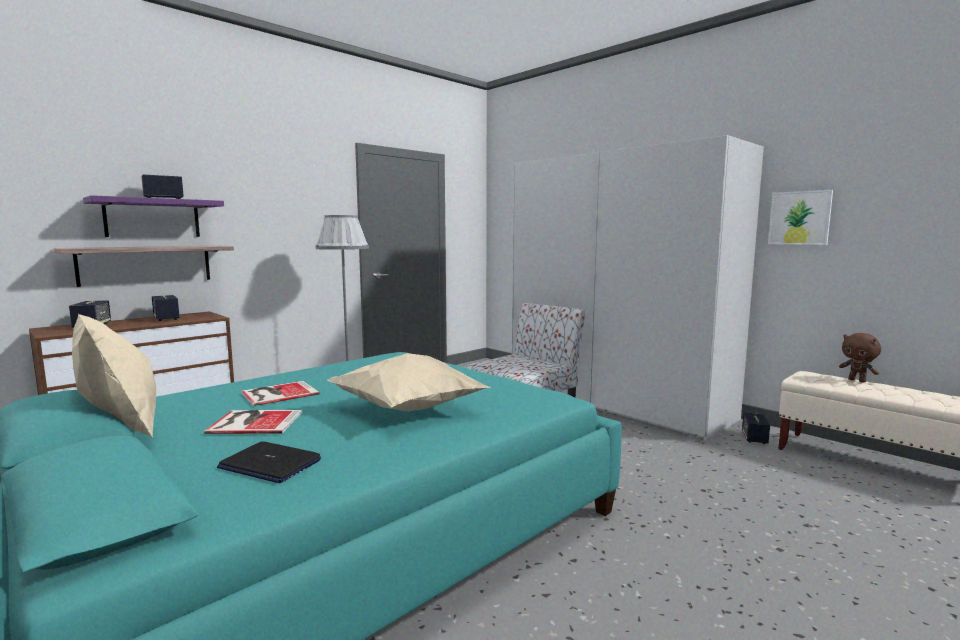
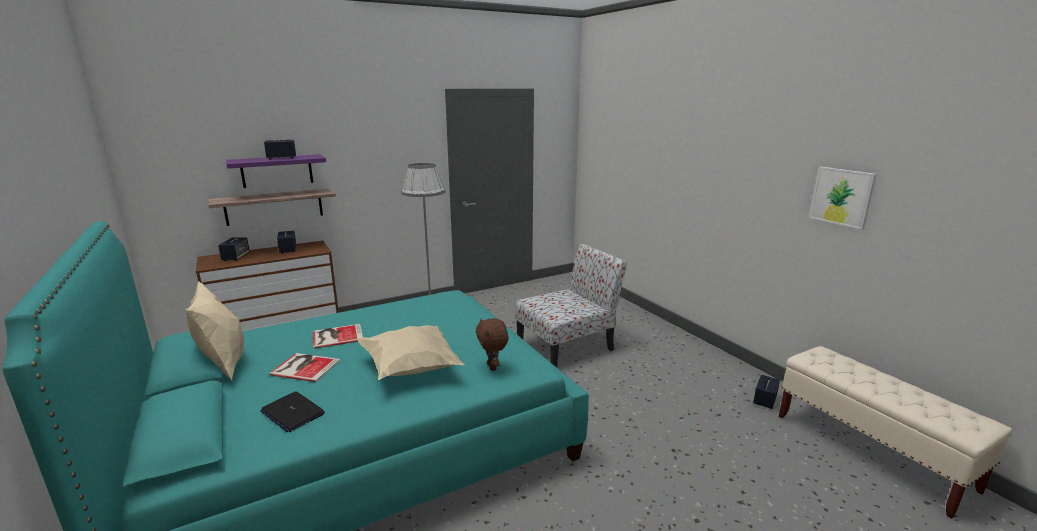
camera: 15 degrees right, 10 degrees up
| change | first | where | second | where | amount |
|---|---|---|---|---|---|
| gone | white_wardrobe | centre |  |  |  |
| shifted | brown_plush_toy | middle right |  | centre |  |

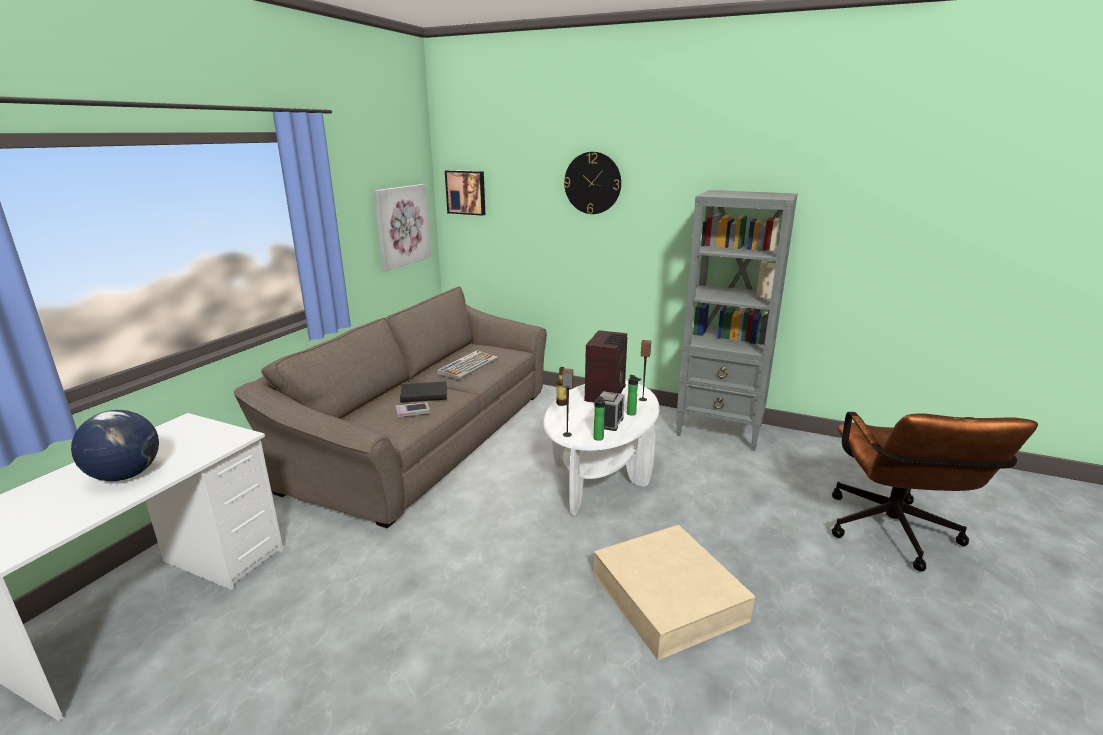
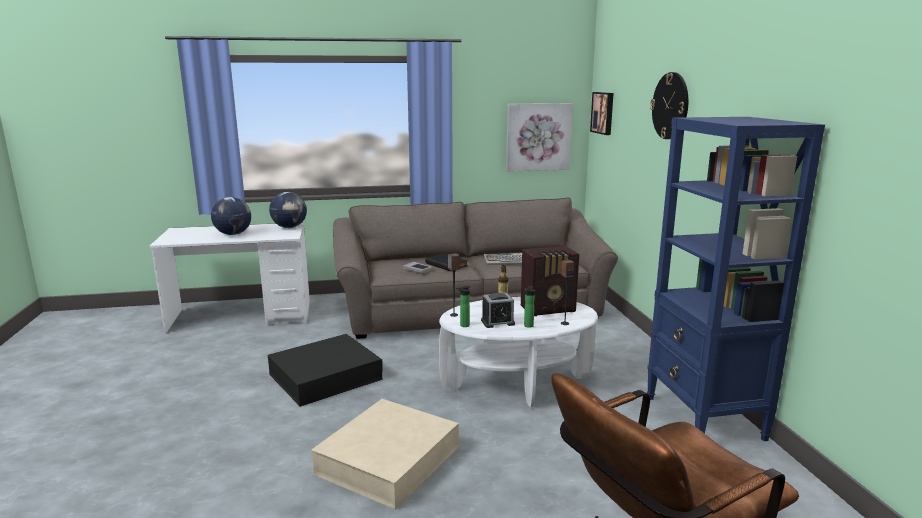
camera: 55 degrees right, 5 degrees down
| change | first | where | second | where | amount |
|---|---|---|---|---|---|
| repainted | grey_bookcase | middle right | blue_bookcase | middle right |  |
| new |  |  | black_storage_box | bottom centre |  |
| new |  |  | globe (no. 2 from left) | middle left |  |

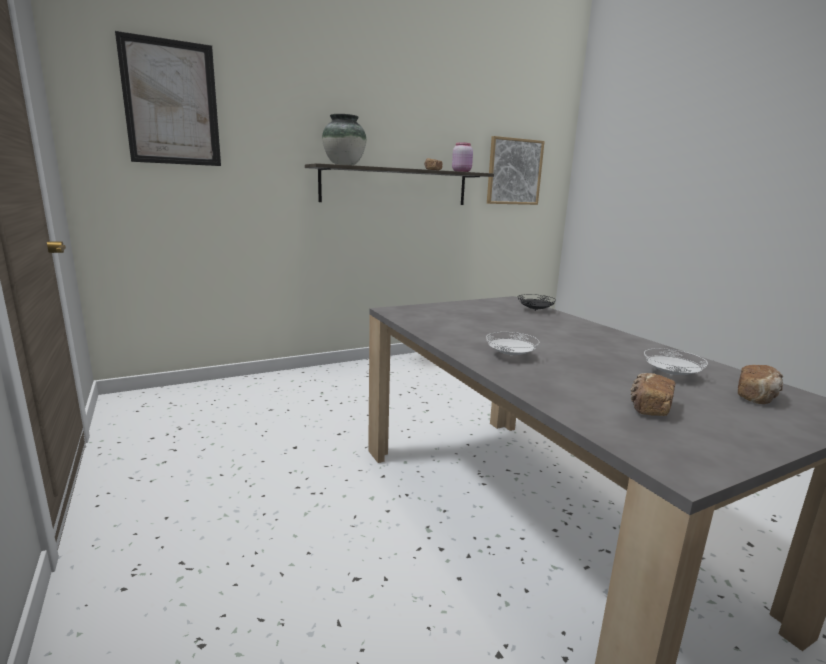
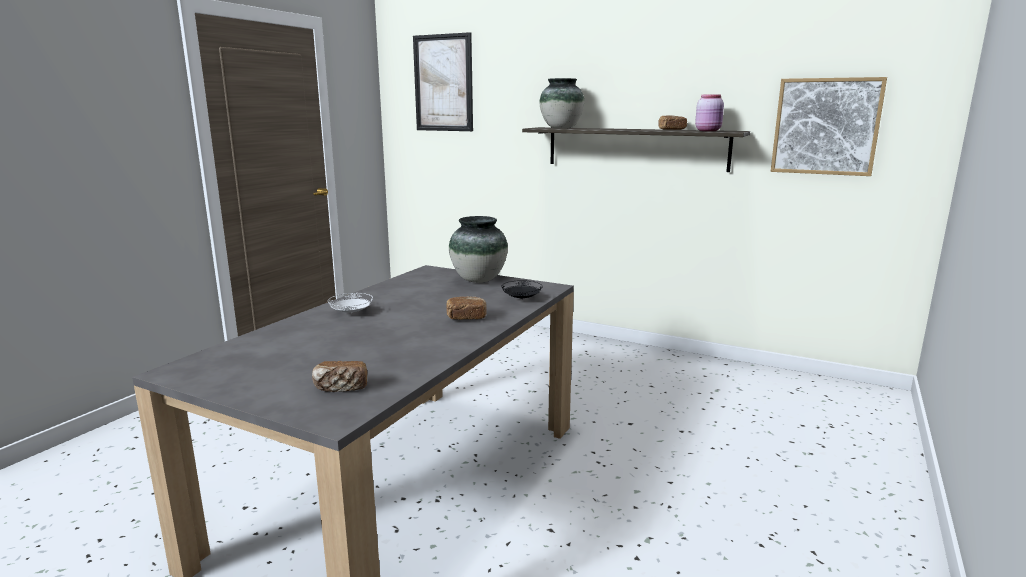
camera: 55 degrees right, 0 degrees up
| change | first | where | second | where | amount |
|---|---|---|---|---|---|
| shifted | bread (no. 2 from left) | middle right |  | centre |  |
| gone | white_plate (no. 2 from left) | middle right |  |  |  |
| new |  |  | vase (no. 1 from left) | centre |  |

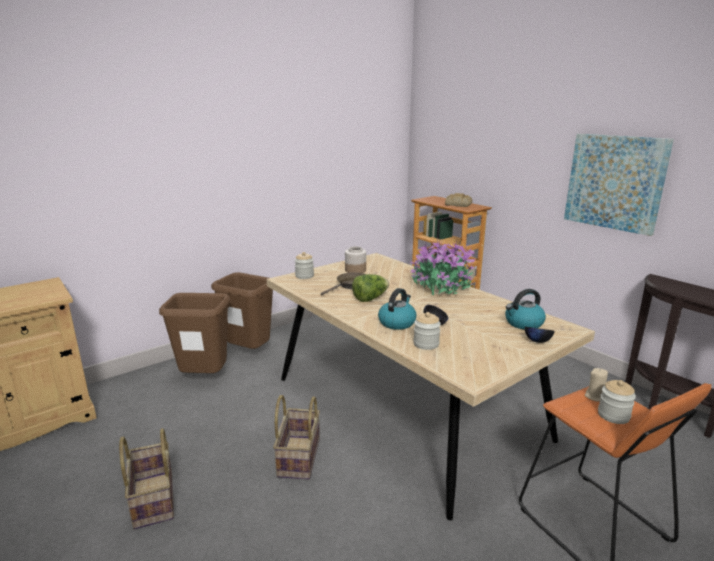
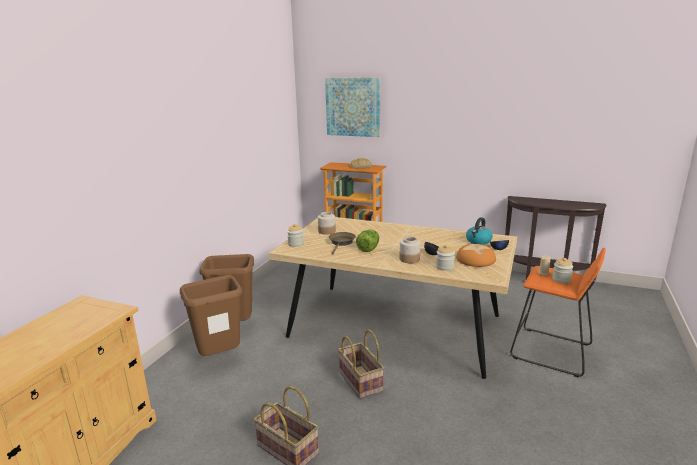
camera: 30 degrees left, 0 degrees up
| change | first | where | second | where | amount |
|---|---|---|---|---|---|
| swapped | kettle (no. 1 from left) | centre | jar (no. 3 from left) | centre |  |
| gone | potted_plant | centre |  |  |  |
| shifted | picture | top right |  | top centre |  |
| new |  |  | bread (no. 2 from left) | middle right |  |

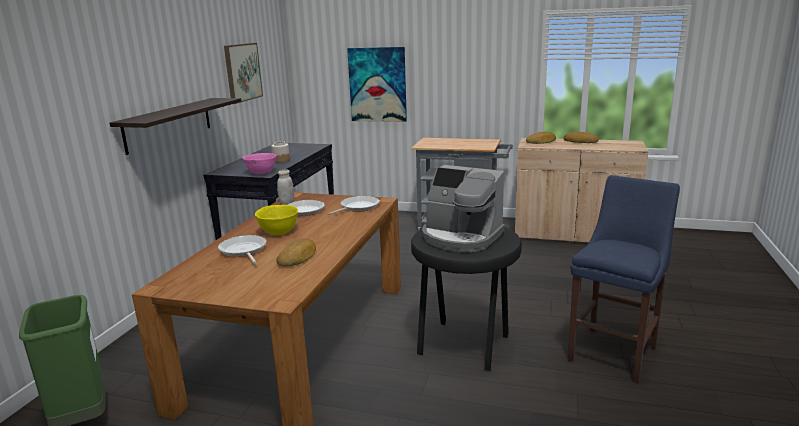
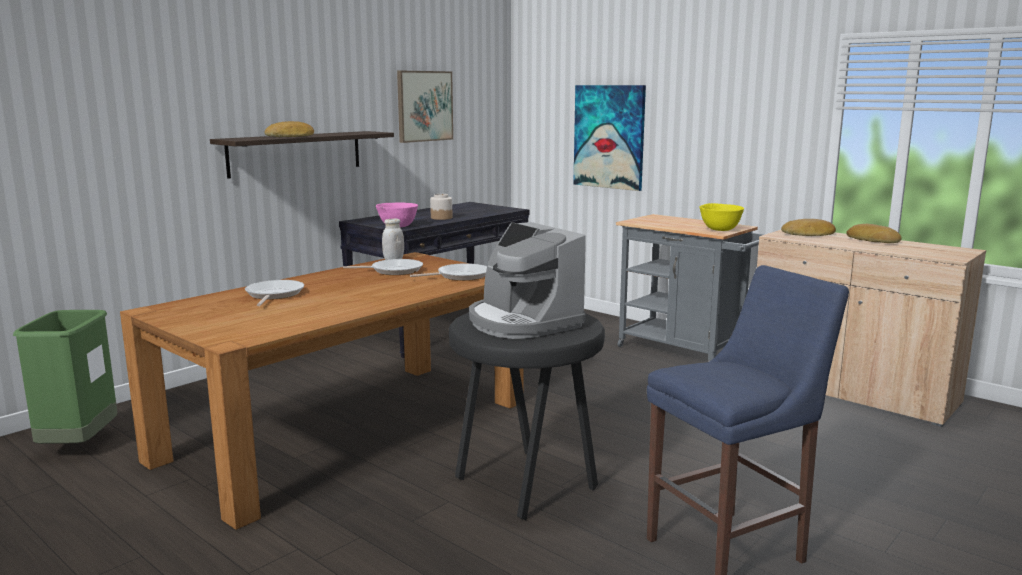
camera: 25 degrees right, 5 degrees down
| change | first | where | second | where | amount |
|---|---|---|---|---|---|
| shifted | yellow_bowl | centre |  | middle right |  |
| shifted | bread (no. 1 from left) | centre |  | top left |  |

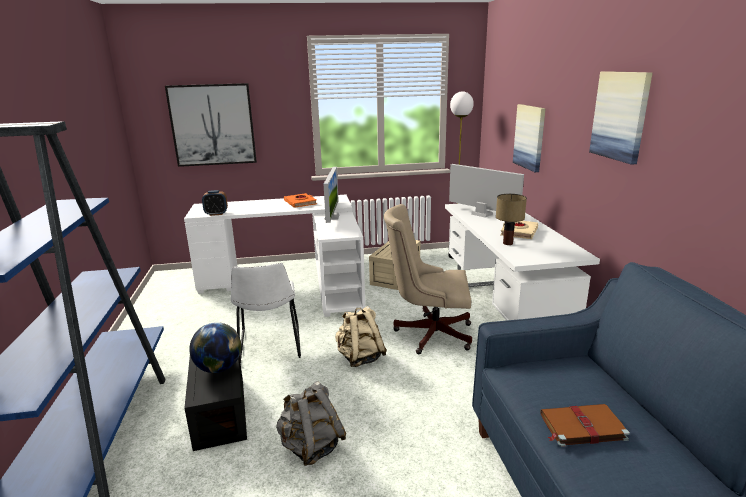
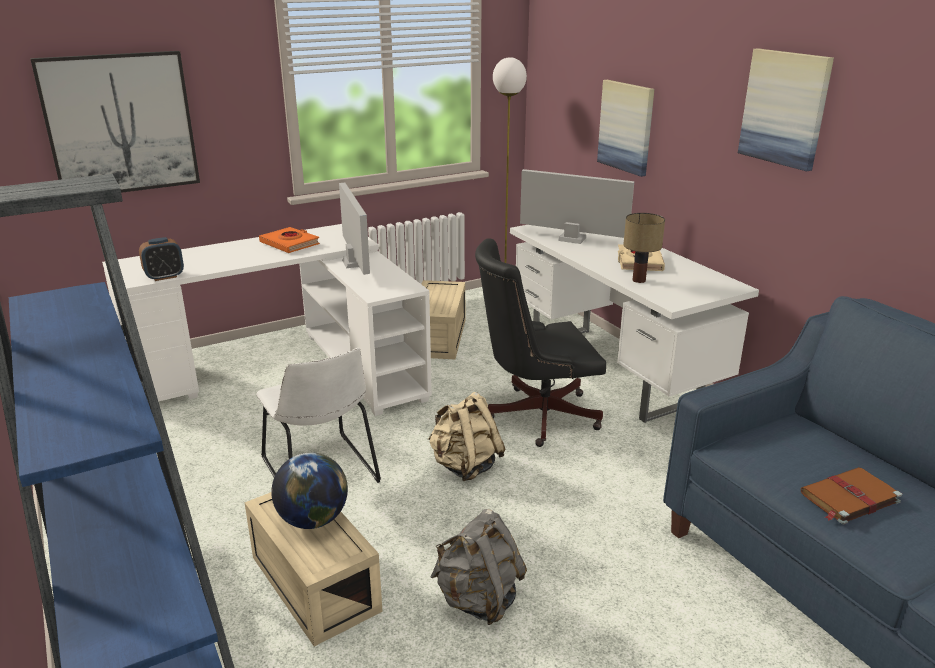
camera: 20 degrees left, 5 degrees up
| change | first | where | second | where | amount |
|---|---|---|---|---|---|
| repainted | black_storage_box | bottom left | beige_storage_box (no. 1 from left) | bottom centre |  |
| repainted | beige_office_chair | centre | black_office_chair | centre |  |

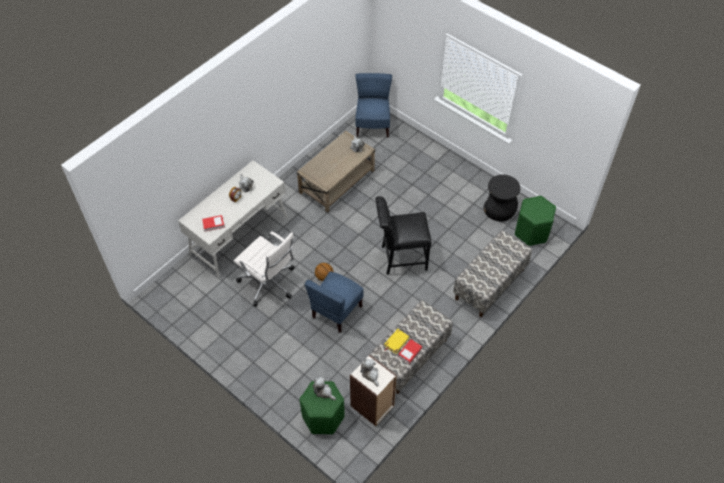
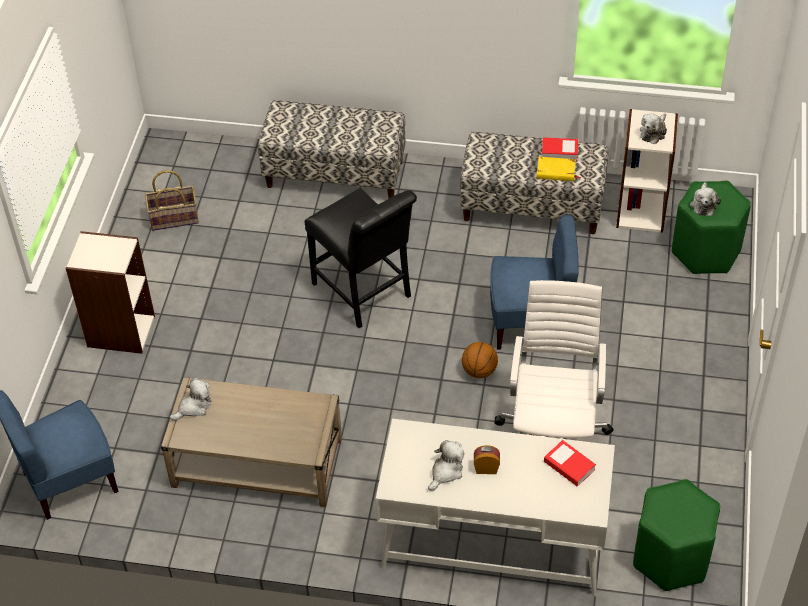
camera: 120 degrees left, 5 degrees down
| change | first | where | second | where | amount |
|---|---|---|---|---|---|
| swapped | black_stool | middle right | basket | top left |  |
| shifted | green_stool (no. 2 from left in the first image) | middle right | green_stool (no. 1 from left) | bottom right |  |
| new |  |  | bookcase (no. 1 from left) | middle left |  |

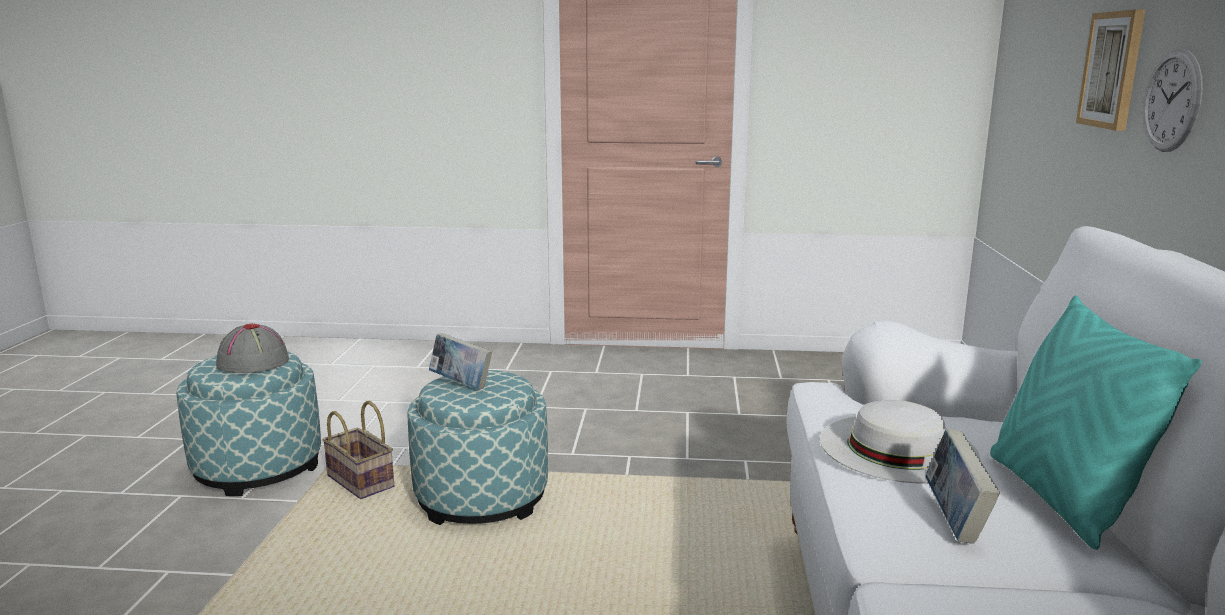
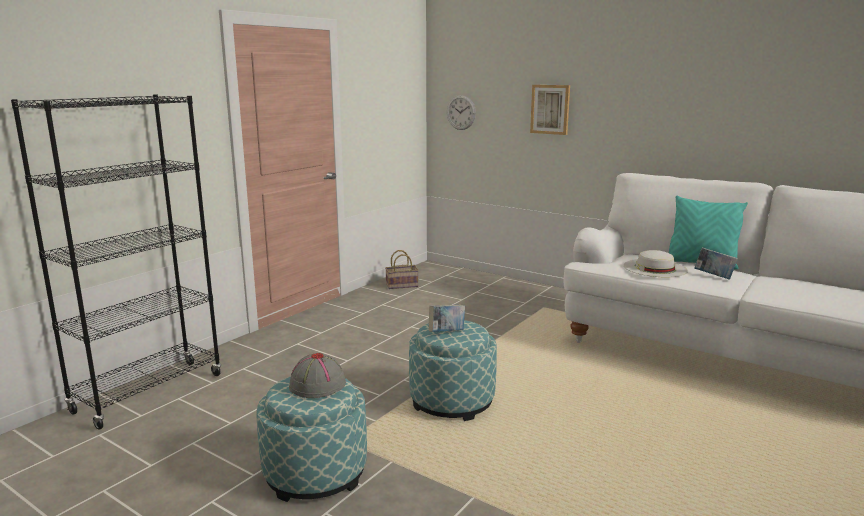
camera: 60 degrees left, 0 degrees up
| change | first | where | second | where | amount |
|---|---|---|---|---|---|
| shifted | basket | bottom left |  | centre |  |
| shifted | wall_clock | top right |  | top centre |  |
| new |  |  | black_bookcase | middle left |  |

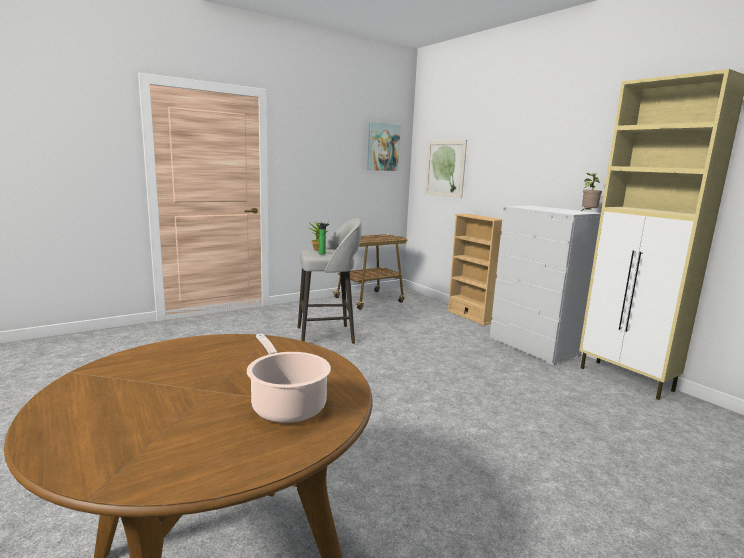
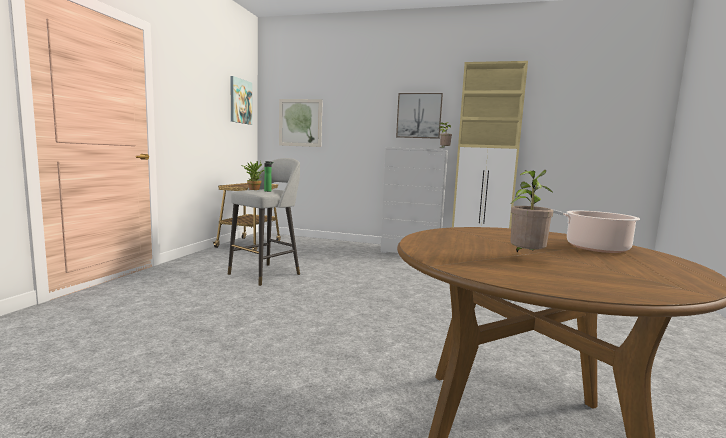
camera: 40 degrees left, 5 degrees down
| change | first | where | second | where | amount |
|---|---|---|---|---|---|
| gone | beige_bookcase | centre |  |  |  |
| new |  |  | picture (no. 3 from left) | top centre |  |
| new |  |  | potted_plant (no. 3 from left) | middle right |  |

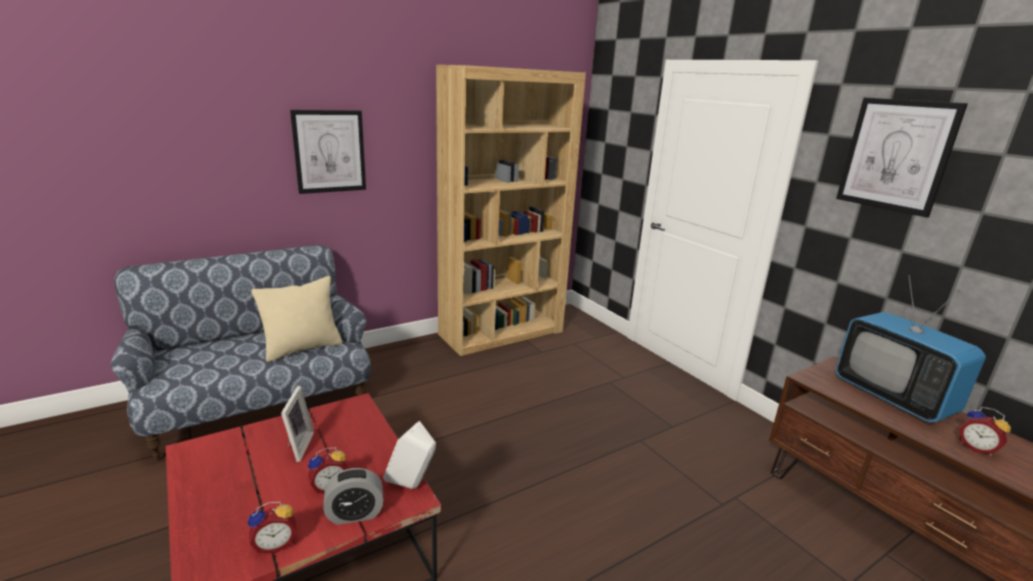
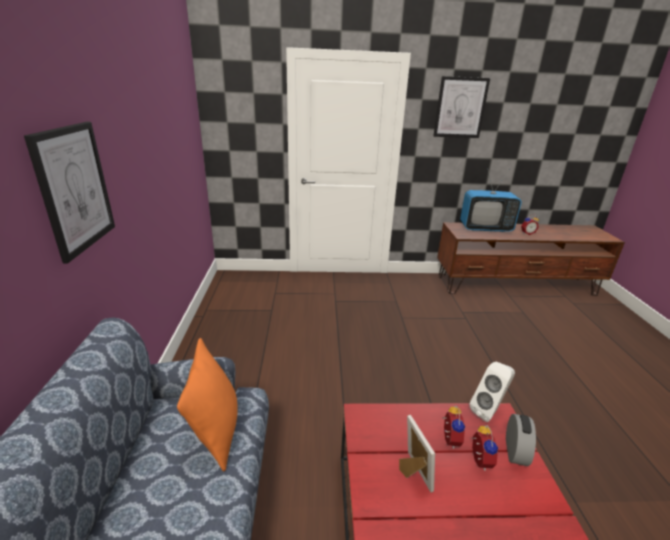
camera: 60 degrees left, 5 degrees up
| change | first | where | second | where | amount |
|---|---|---|---|---|---|
| shifted | alarm_clock (no. 1 from left) | bottom left |  | bottom right |  |
| repainted | beige_pillow | middle left | orange_pillow | bottom left |  |
| rotated | picture_frame | bottom left |  | bottom centre | 45 degrees clockwise |
| gone | brown_bookcase | centre |  |  |  |

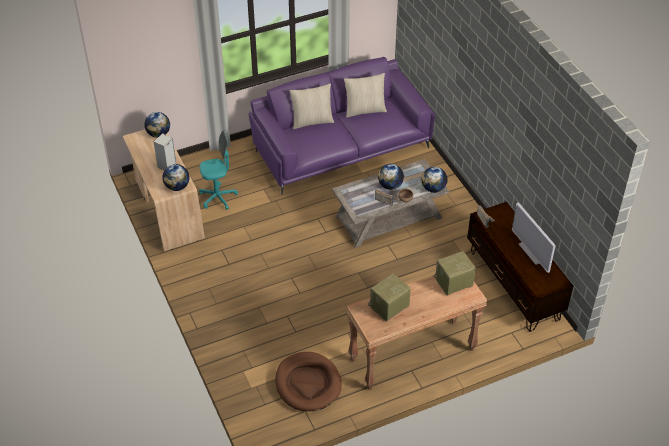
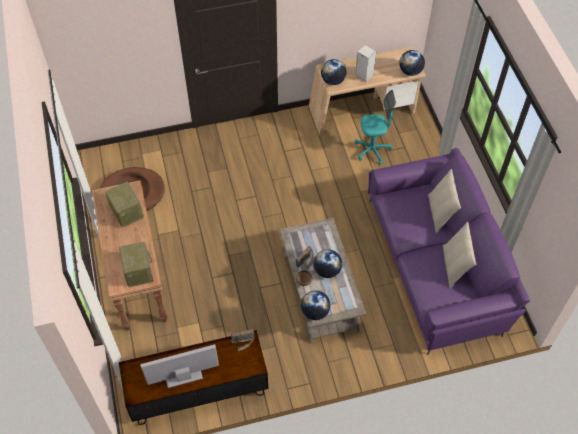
camera: 100 degrees right, 10 degrees up
| change | first | where | second | where | amount |
|---|---|---|---|---|---|
| rotated | turquoise_office_chair | middle left |  | top centre | 90 degrees counterclockwise |

